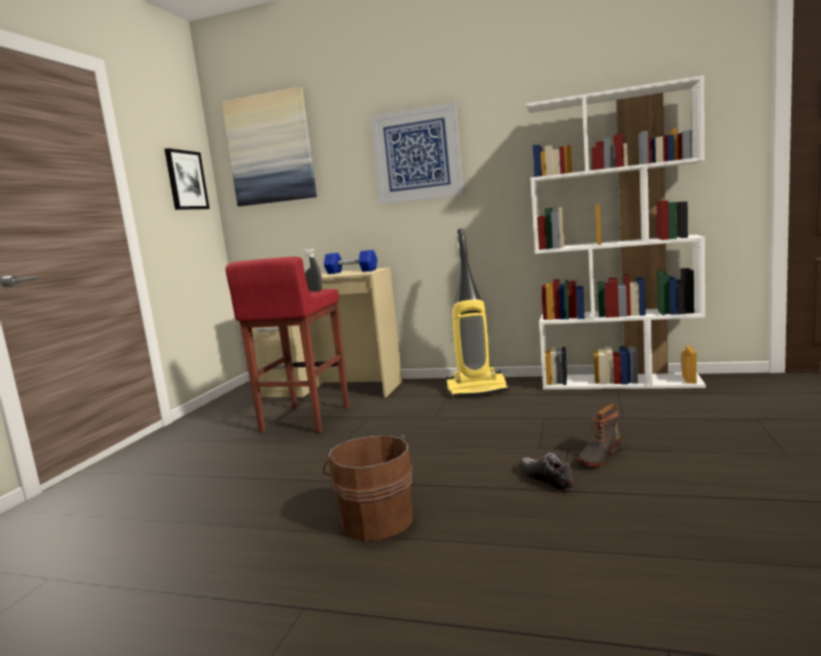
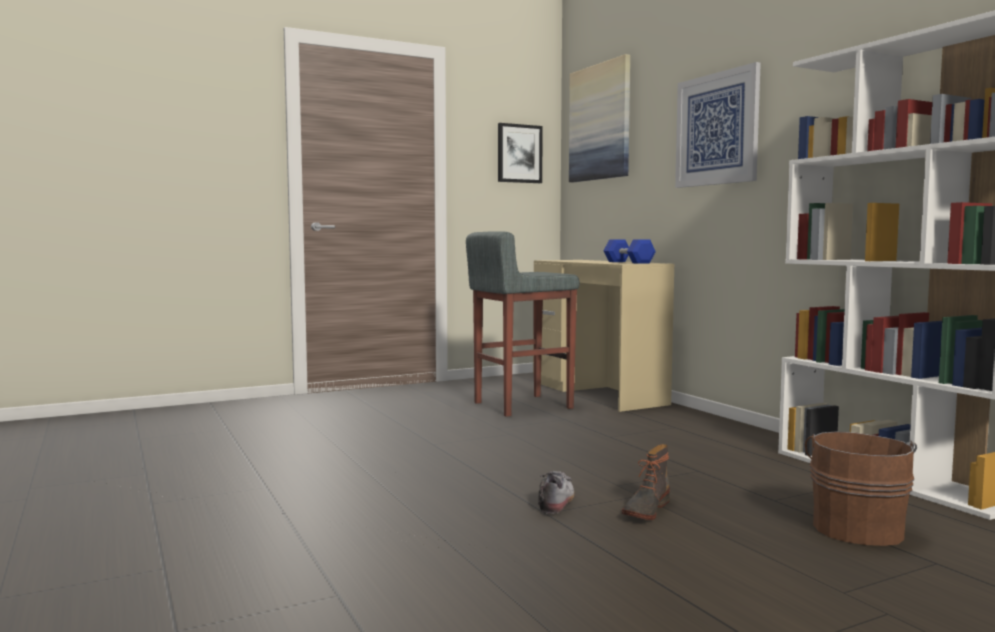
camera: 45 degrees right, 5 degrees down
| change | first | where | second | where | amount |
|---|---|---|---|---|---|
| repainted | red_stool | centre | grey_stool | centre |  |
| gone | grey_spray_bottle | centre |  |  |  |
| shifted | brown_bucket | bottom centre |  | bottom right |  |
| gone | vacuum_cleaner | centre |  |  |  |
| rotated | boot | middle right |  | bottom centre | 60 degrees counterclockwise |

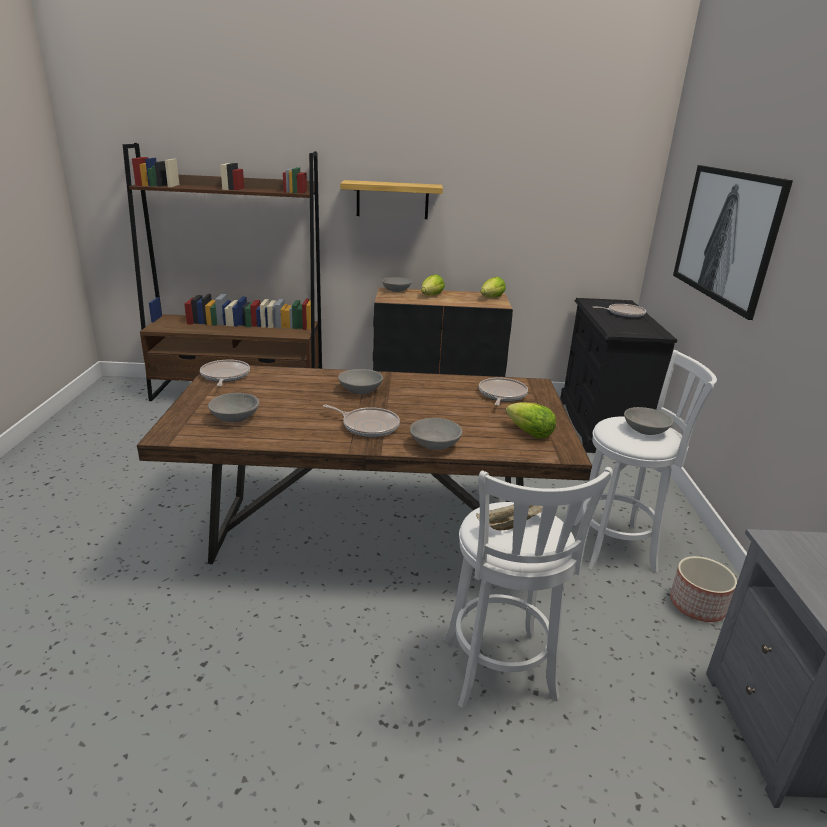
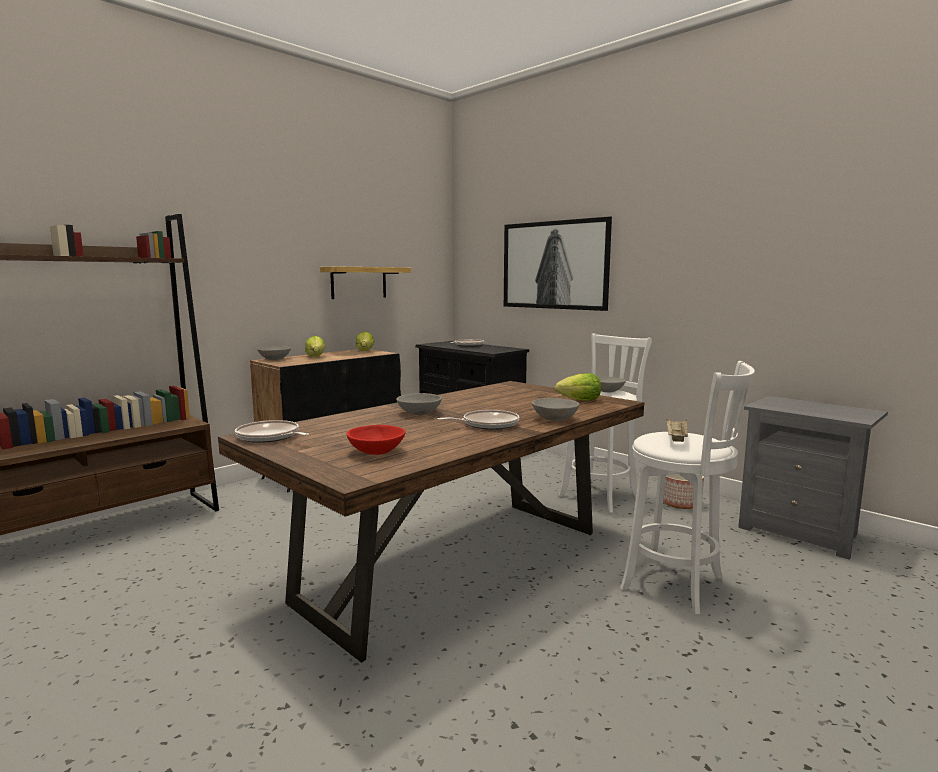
camera: 45 degrees left, 15 degrees down
| change | first | where | second | where | amount |
|---|---|---|---|---|---|
| repainted | grey_bowl (no. 1 from left) | middle left | red_bowl | centre |  |
| shifted | shelf | top centre |  | centre |  |
| gone | frying_pan (no. 3 from left) | centre |  |  |  |

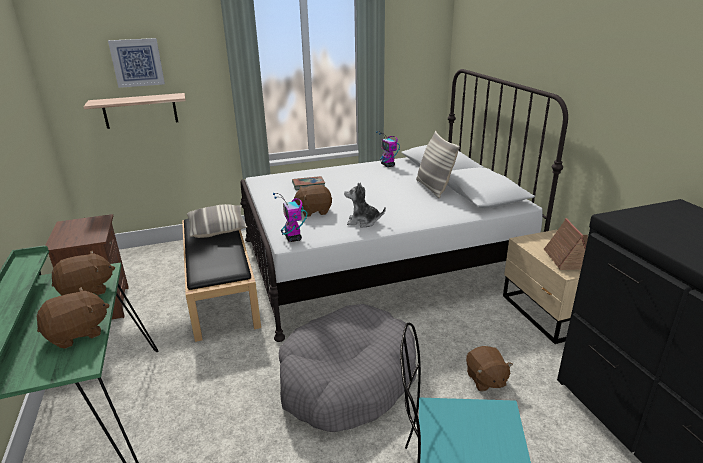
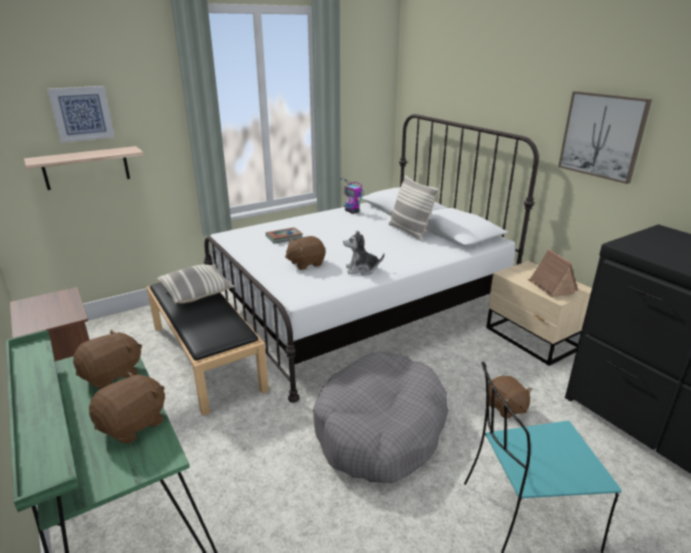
camera: 15 degrees left, 0 degrees up
| change | first | where | second | where | amount |
|---|---|---|---|---|---|
| gone | toy_robot (no. 1 from left) | centre |  |  |  |
| new |  |  | picture (no. 2 from left) | top right |  |

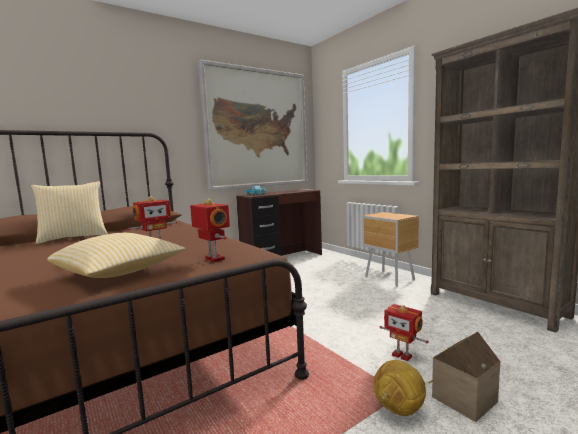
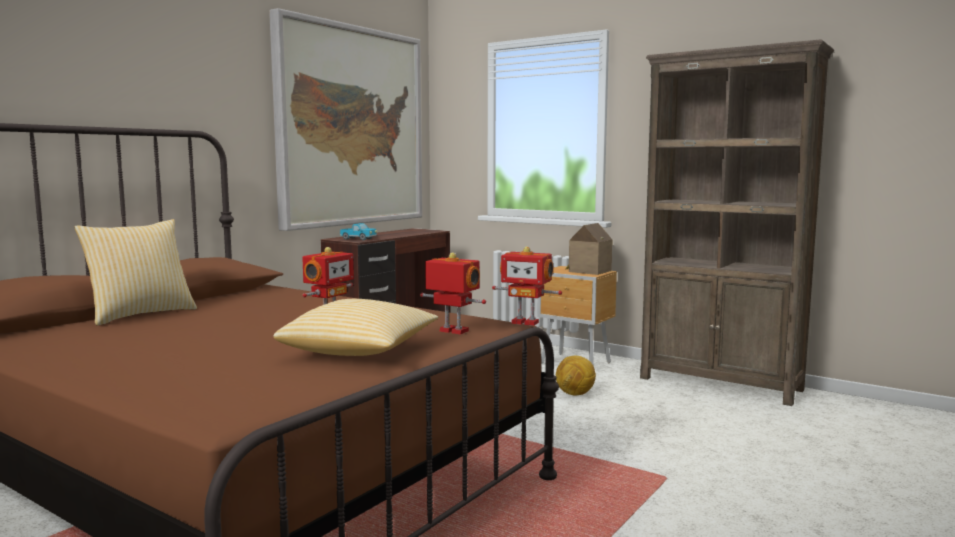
camera: 20 degrees left, 0 degrees up
| change | first | where | second | where | amount |
|---|---|---|---|---|---|
| shifted | football | bottom right |  | bottom centre |  |
| shifted | toy_robot (no. 3 from left) | bottom right |  | centre |  |
| shifted | toy_house | bottom right |  | centre |  |

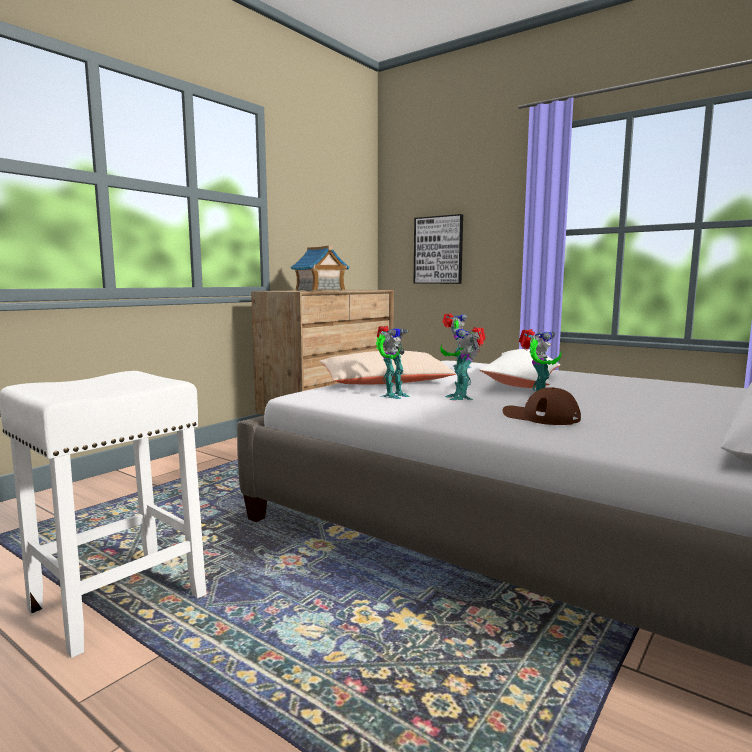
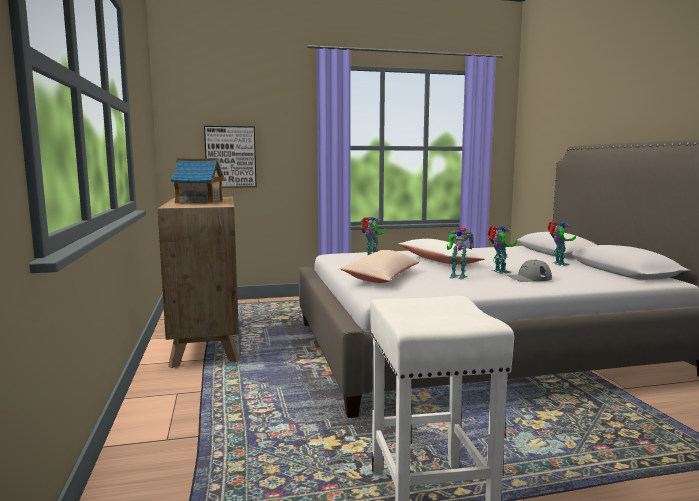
camera: 50 degrees left, 0 degrees up
| change | first | where | second | where | amount |
|---|---|---|---|---|---|
| shifted | toy_robot (no. 1 from left in the first image) | centre | toy_robot (no. 4 from left) | middle right |  |
| repainted | brown_cap | middle right | grey_cap | middle right |  |

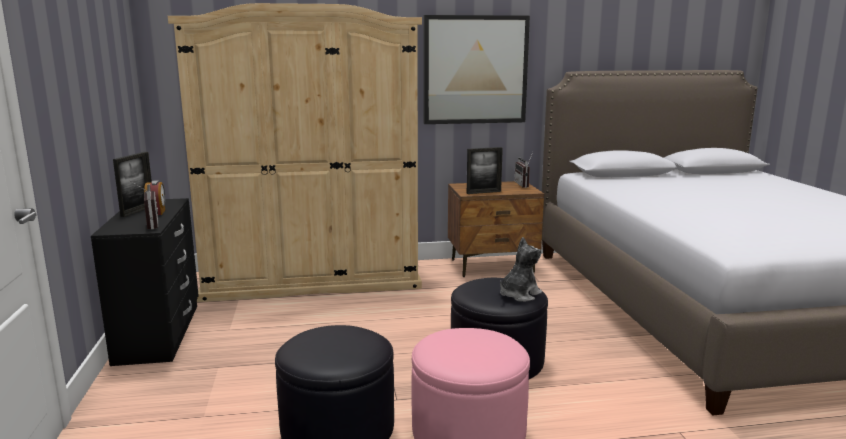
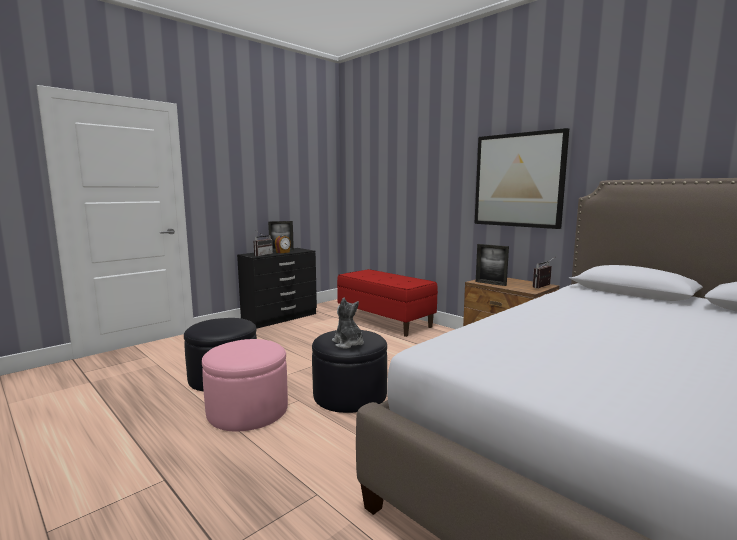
camera: 55 degrees right, 5 degrees down
| change | first | where | second | where | amount |
|---|---|---|---|---|---|
| swapped | beige_wardrobe | centre | red_bench | centre |  |
| rotated | plush_toy | centre |  | centre | 135 degrees counterclockwise |

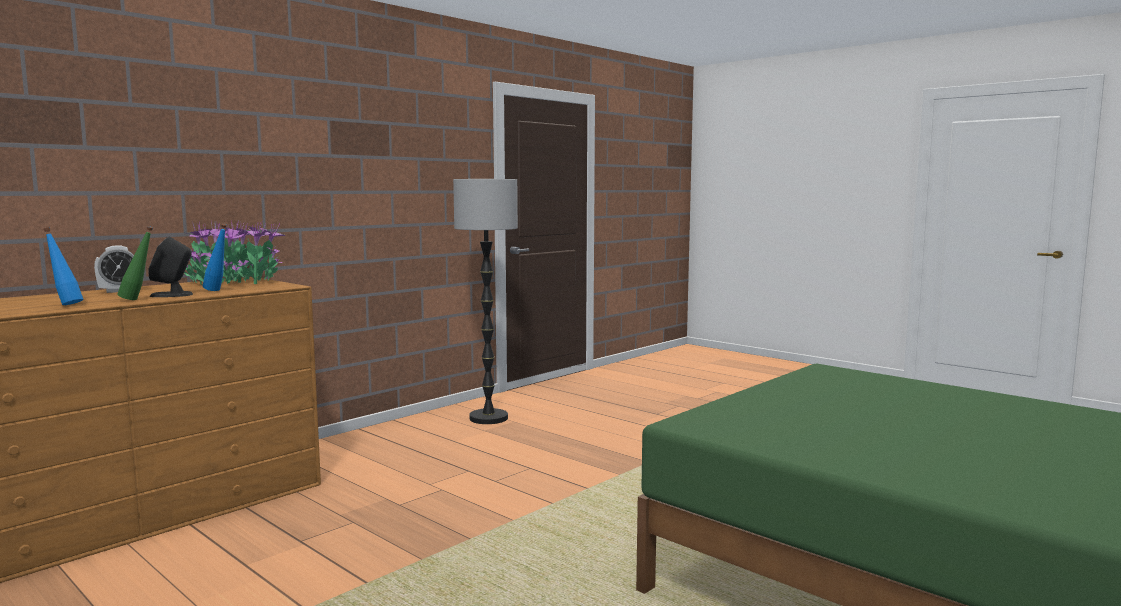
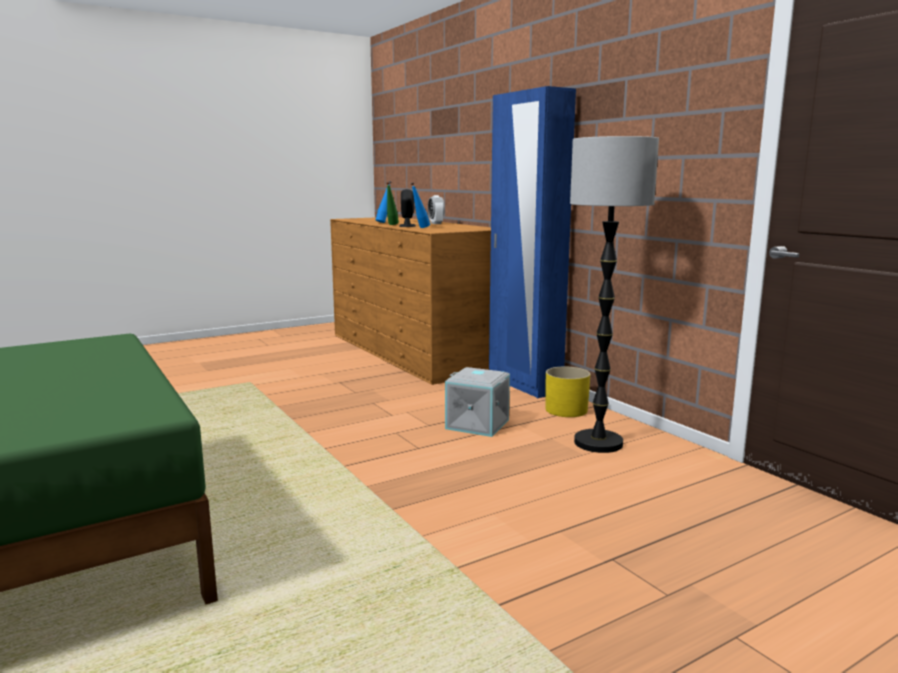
camera: 105 degrees right, 5 degrees up
| change | first | where | second | where | amount |
|---|---|---|---|---|---|
| gone | potted_plant | middle left |  |  |  |
| new |  |  | grey_storage_box | centre |  |
| new |  |  | blue_wardrobe | centre |  |
| new |  |  | yellow_planter | centre |  |

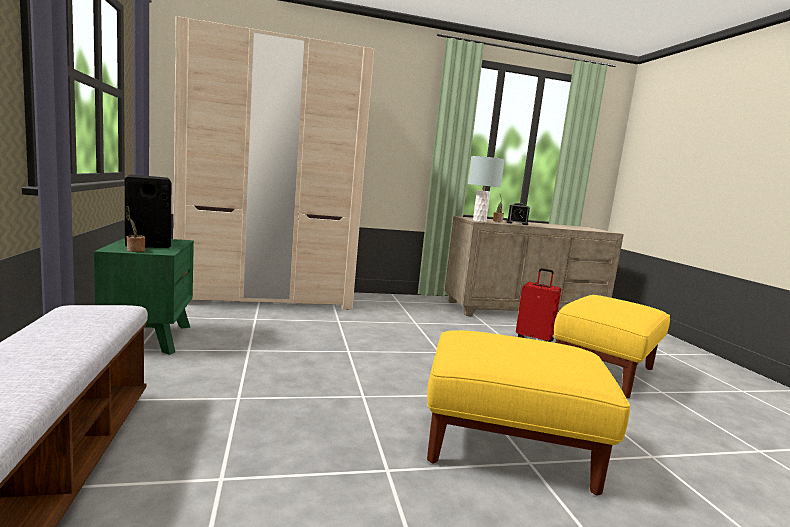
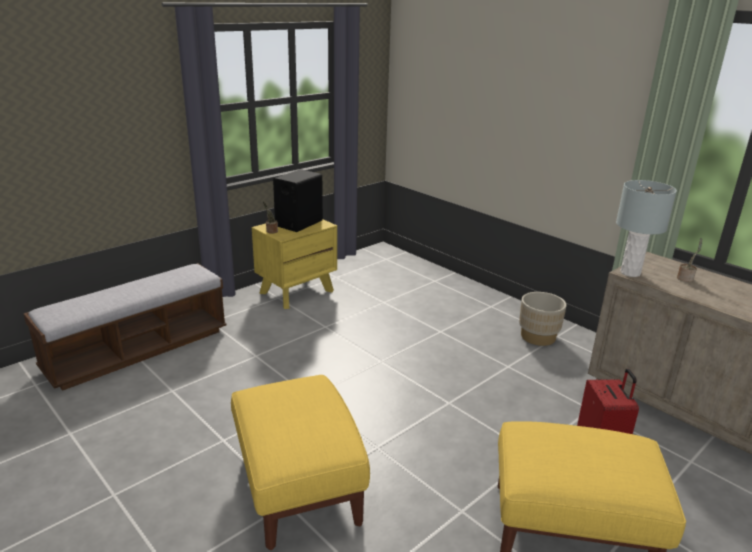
camera: 60 degrees right, 15 degrees up
| change | first | where | second | where | amount |
|---|---|---|---|---|---|
| repainted | green_nightstand | middle left | yellow_nightstand | centre |  |
| gone | beige_wardrobe | top centre |  |  |  |
| gone | alarm_clock | centre |  |  |  |
| new |  |  | beige_planter | middle right |  |

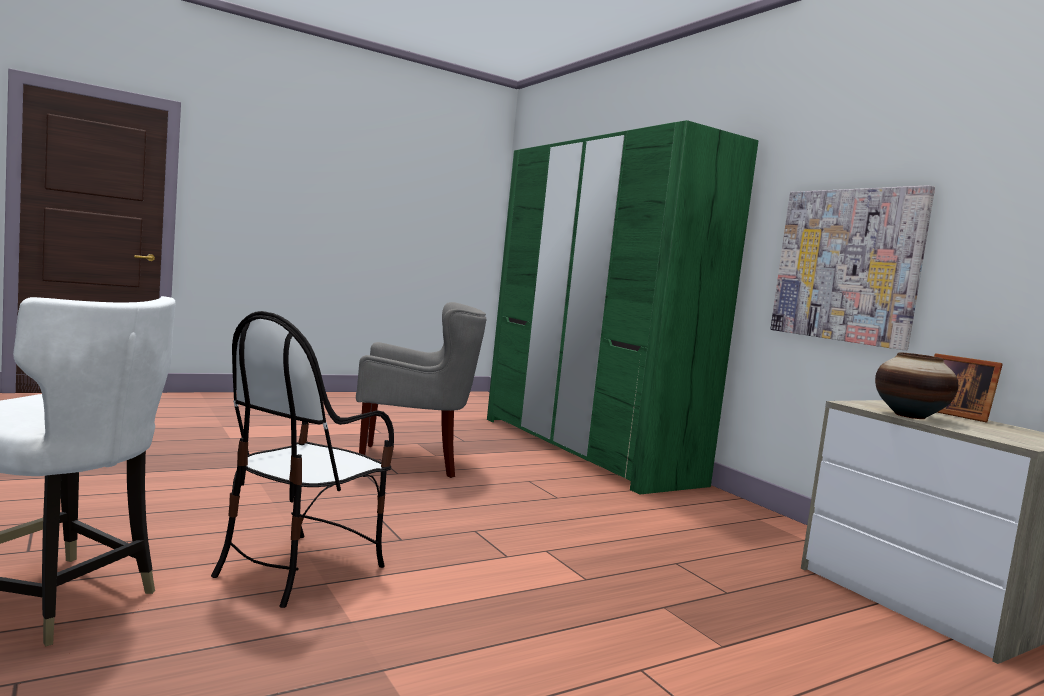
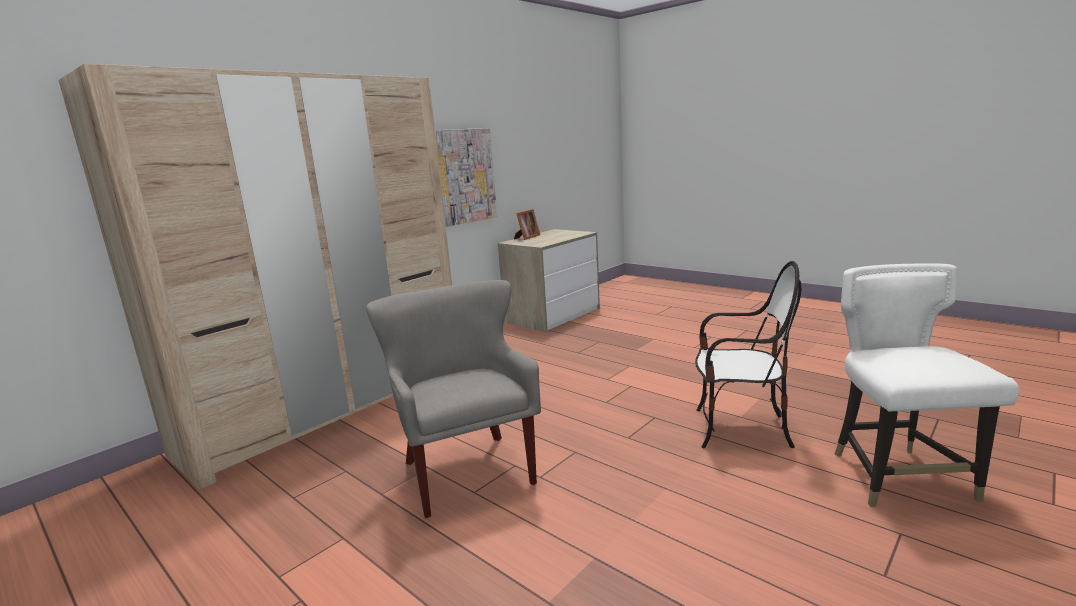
camera: 105 degrees left, 10 degrees up
| change | first | where | second | where | amount |
|---|---|---|---|---|---|
| repainted | green_wardrobe | centre | beige_wardrobe | middle left |  |
| gone | vase | middle right |  |  |  |

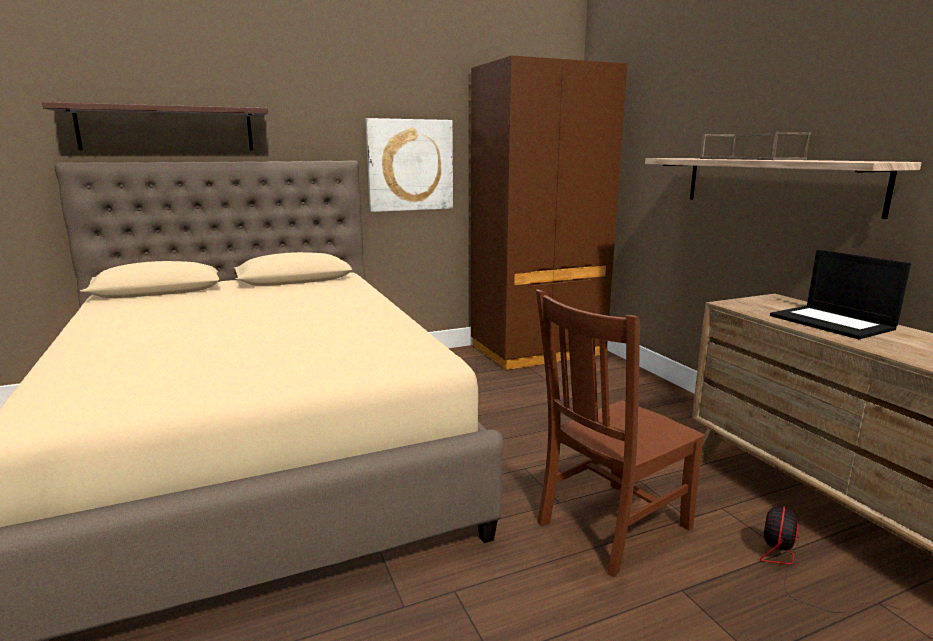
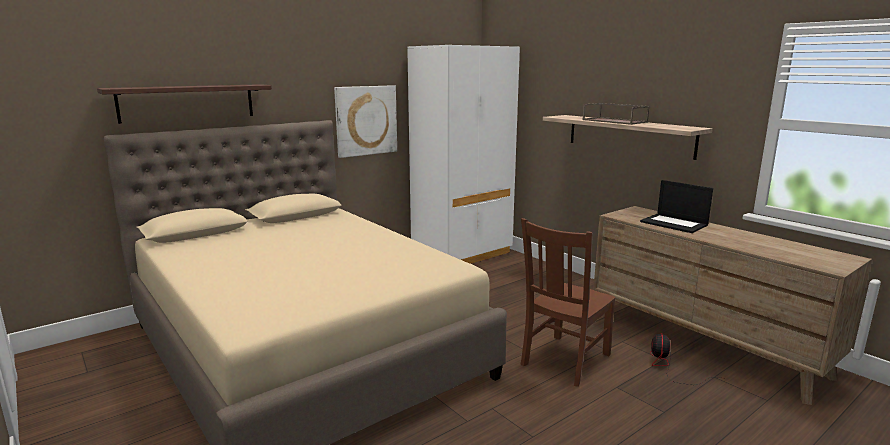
camera: 15 degrees left, 0 degrees up
| change | first | where | second | where | amount |
|---|---|---|---|---|---|
| repainted | brown_wardrobe | top centre | white_wardrobe | centre |  |

